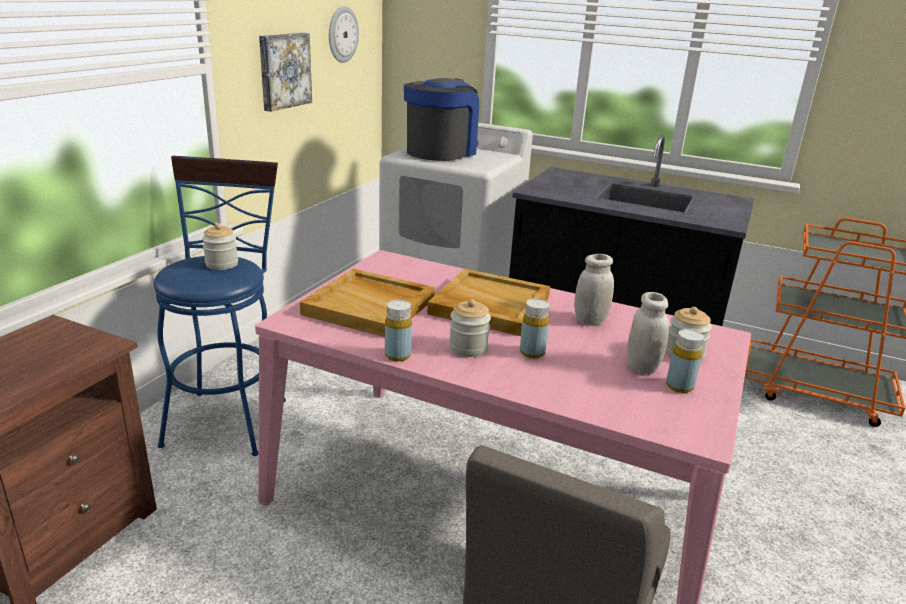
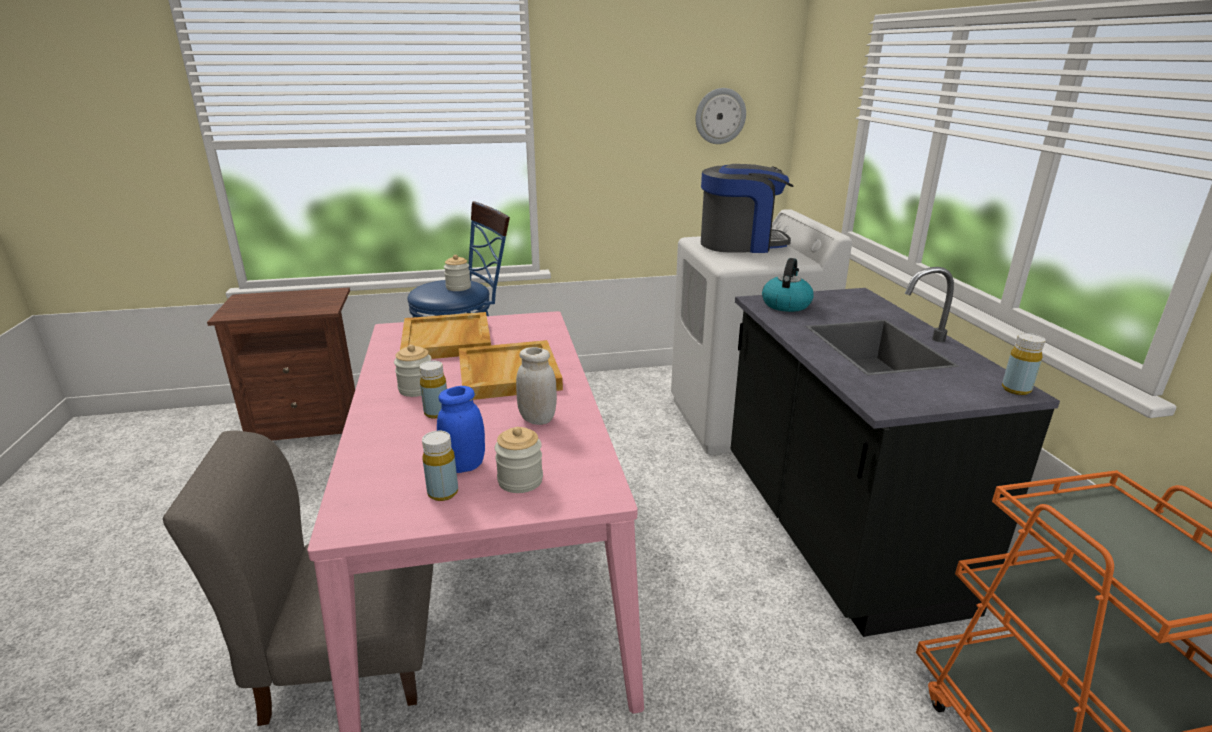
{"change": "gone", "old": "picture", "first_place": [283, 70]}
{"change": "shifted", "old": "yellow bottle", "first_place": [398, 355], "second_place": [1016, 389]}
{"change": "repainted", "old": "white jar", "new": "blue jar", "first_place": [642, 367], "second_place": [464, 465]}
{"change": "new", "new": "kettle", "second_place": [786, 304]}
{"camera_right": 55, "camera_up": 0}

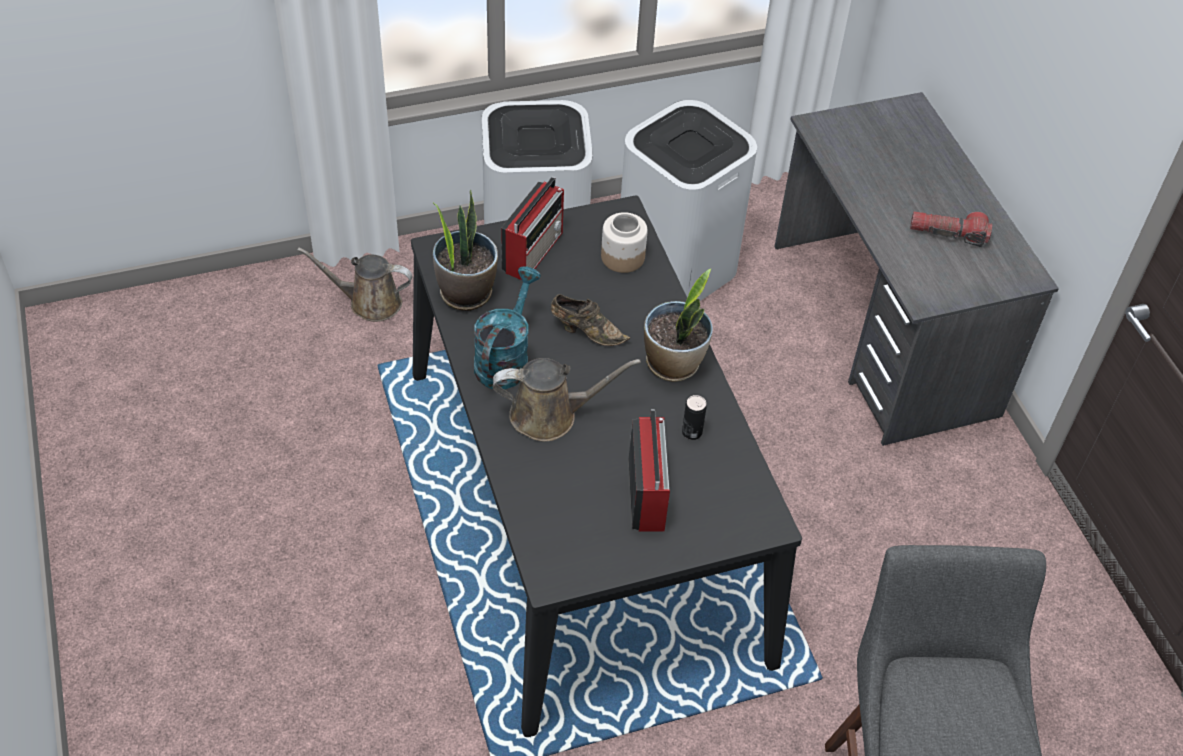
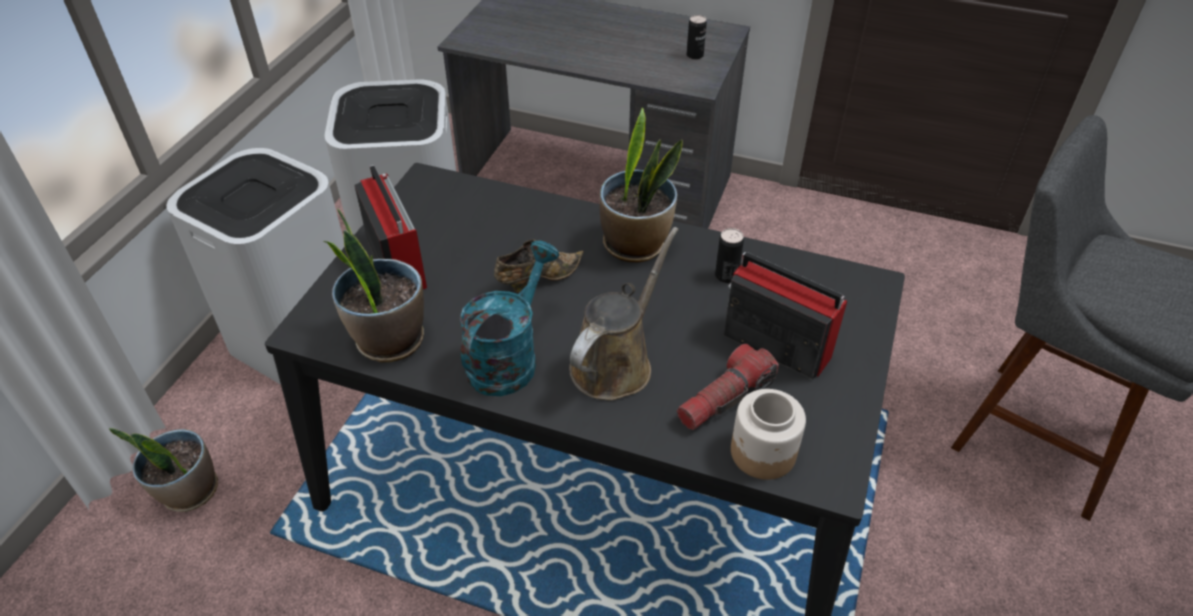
{"change": "swapped", "old": "brown watering can", "new": "potted plant", "first_place": [369, 302], "second_place": [189, 492]}
{"change": "rotated", "old": "turquoise watering can", "first_place": [505, 358], "second_place": [508, 357], "degrees": 60}
{"change": "shifted", "old": "jar", "first_place": [622, 257], "second_place": [762, 453]}
{"change": "shifted", "old": "flashlight", "first_place": [948, 234], "second_place": [725, 398]}
{"change": "new", "new": "can", "second_place": [694, 55]}
{"camera_right": -50, "camera_up": -5}

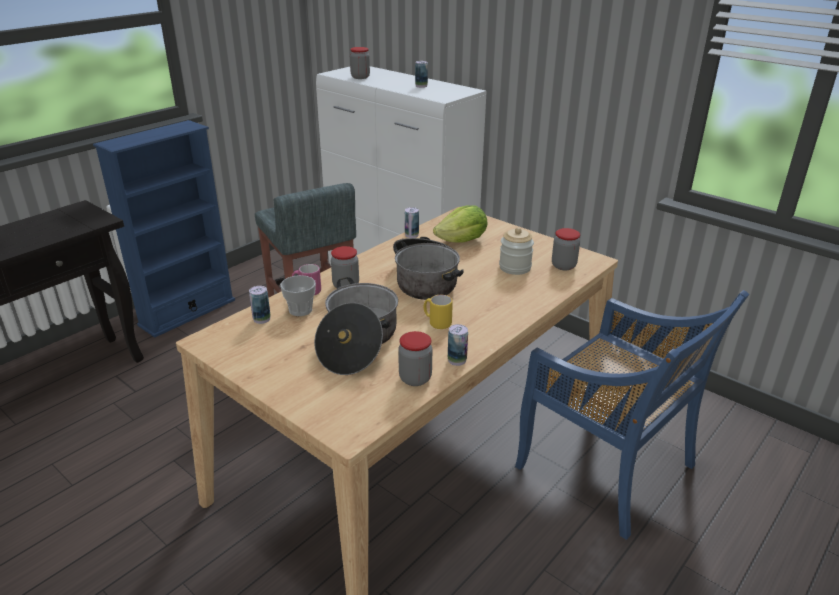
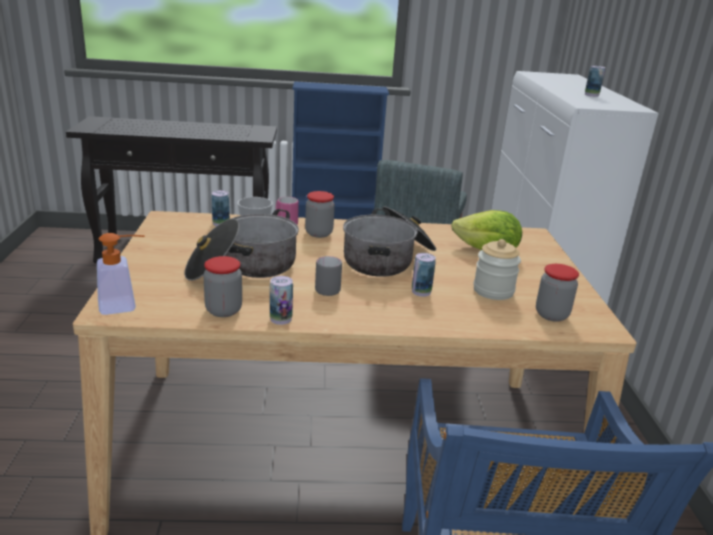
{"change": "gone", "old": "jar", "first_place": [360, 77]}
{"change": "shifted", "old": "can", "first_place": [411, 235], "second_place": [421, 292]}
{"change": "repainted", "old": "yellow mug", "new": "grey mug", "first_place": [437, 323], "second_place": [327, 288]}
{"change": "new", "new": "soap dispenser", "second_place": [125, 305]}
{"camera_right": 45, "camera_up": -5}

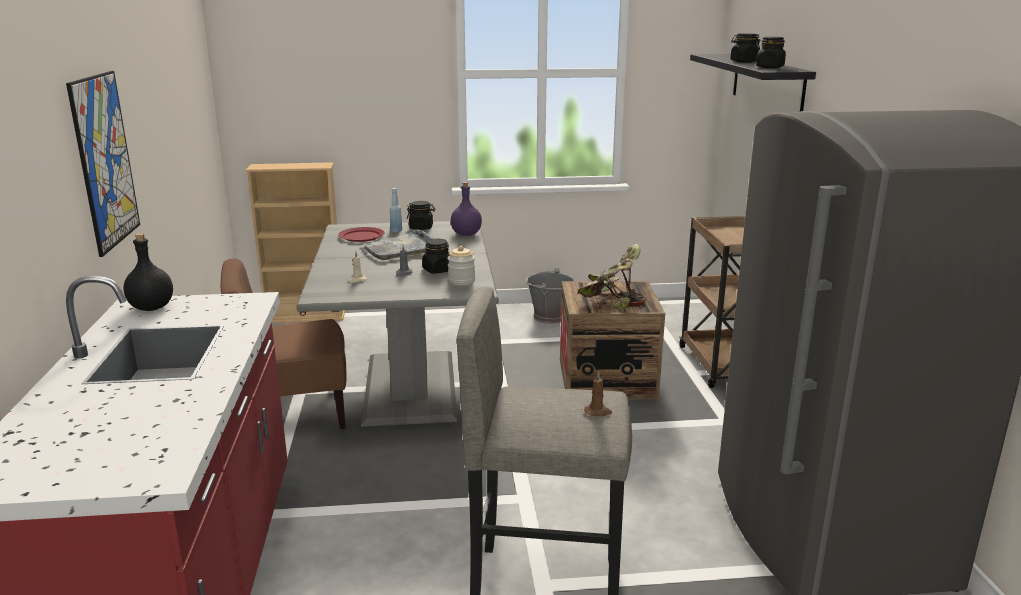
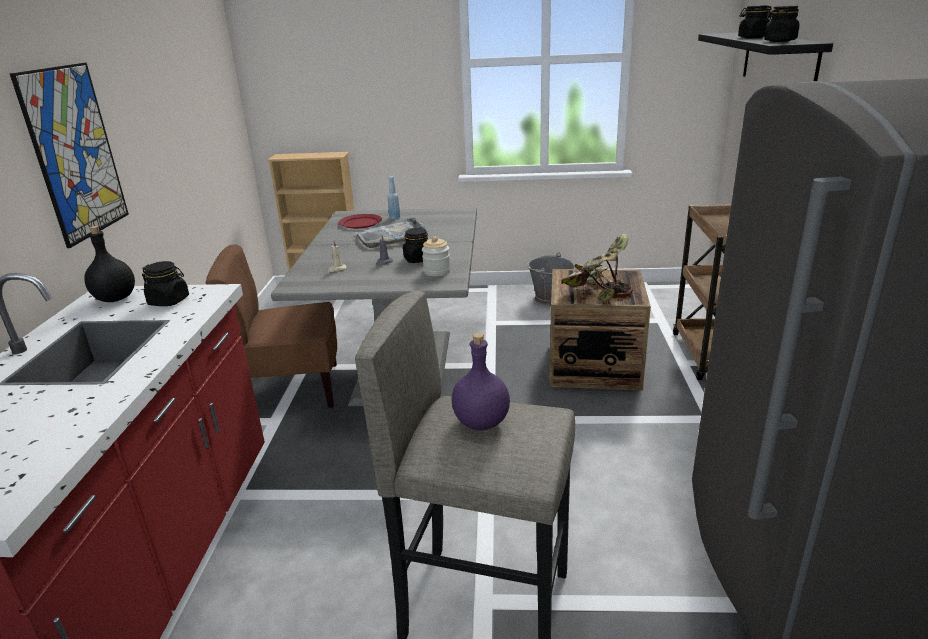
{"change": "shifted", "old": "black jar", "first_place": [421, 227], "second_place": [169, 301]}
{"change": "shifted", "old": "purple bottle", "first_place": [466, 234], "second_place": [481, 422]}
{"change": "gone", "old": "brown candle", "first_place": [598, 412]}
{"camera_right": 10, "camera_up": 5}

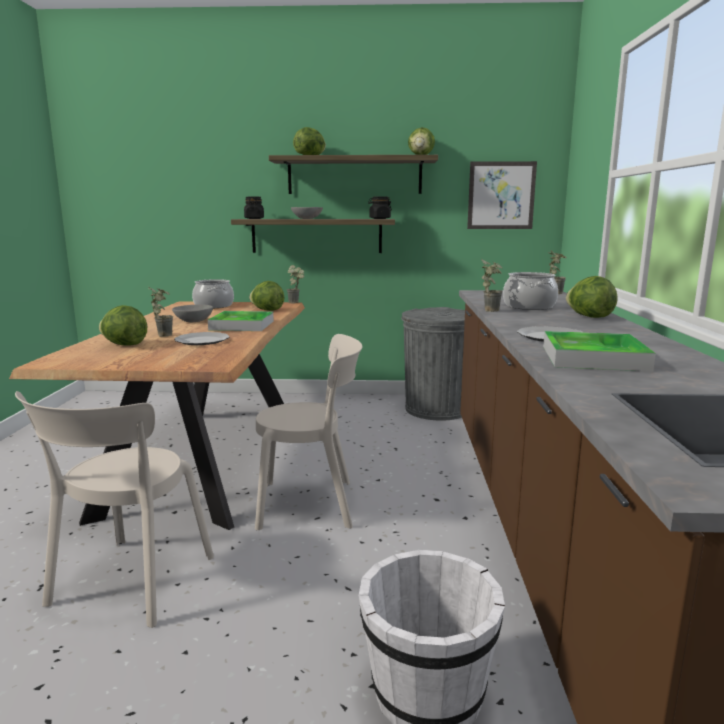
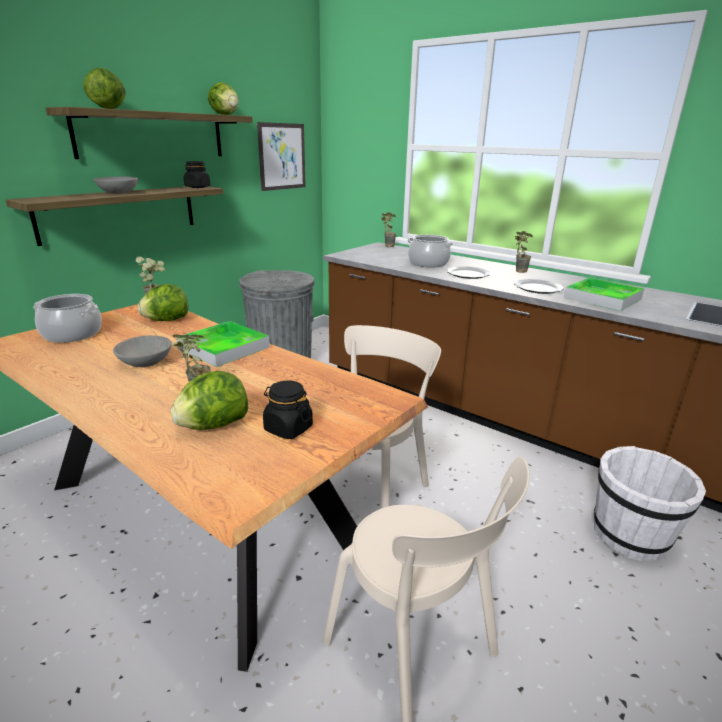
{"change": "shifted", "old": "plate", "first_place": [203, 341], "second_place": [468, 274]}
{"change": "shifted", "old": "black jar", "first_place": [254, 218], "second_place": [288, 428]}
{"change": "shifted", "old": "potted plant", "first_place": [490, 310], "second_place": [517, 271]}
{"change": "gone", "old": "lettuce", "first_place": [589, 317]}
{"camera_right": -55, "camera_up": 10}

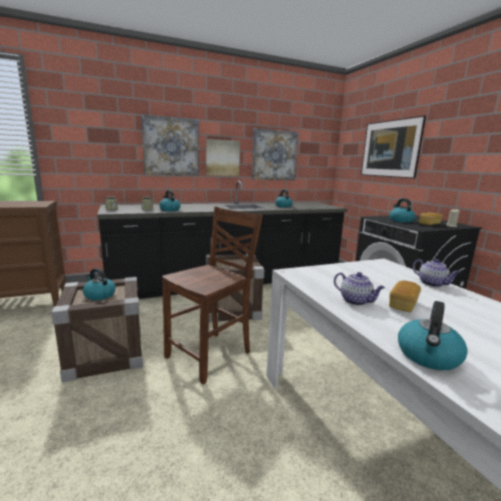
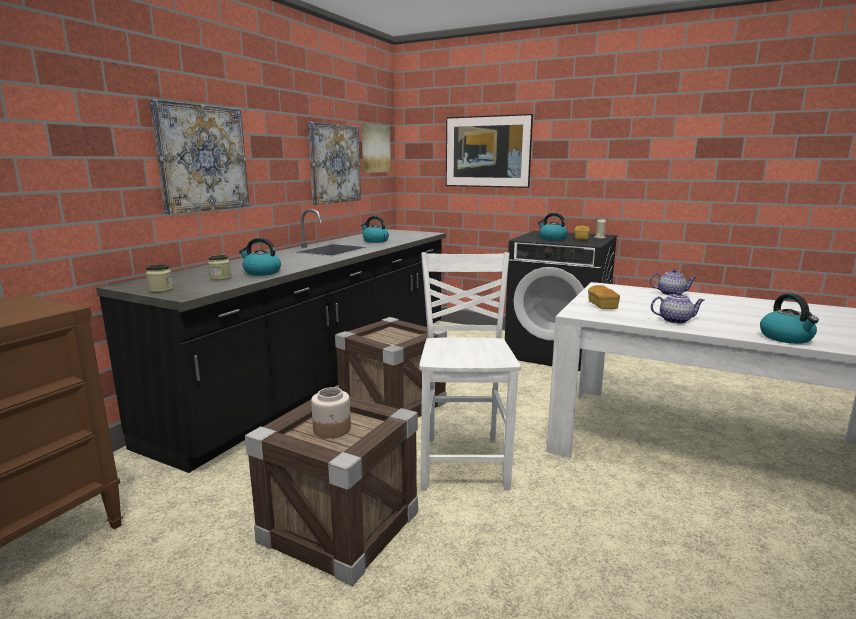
{"change": "swapped", "old": "kettle", "new": "jar", "first_place": [99, 295], "second_place": [332, 429]}
{"change": "repainted", "old": "brown chair", "new": "white chair", "first_place": [211, 355], "second_place": [464, 461]}
{"change": "shifted", "old": "picture", "first_place": [222, 158], "second_place": [375, 148]}
{"change": "shifted", "old": "bread", "first_place": [403, 305], "second_place": [602, 306]}
{"camera_right": -40, "camera_up": 0}

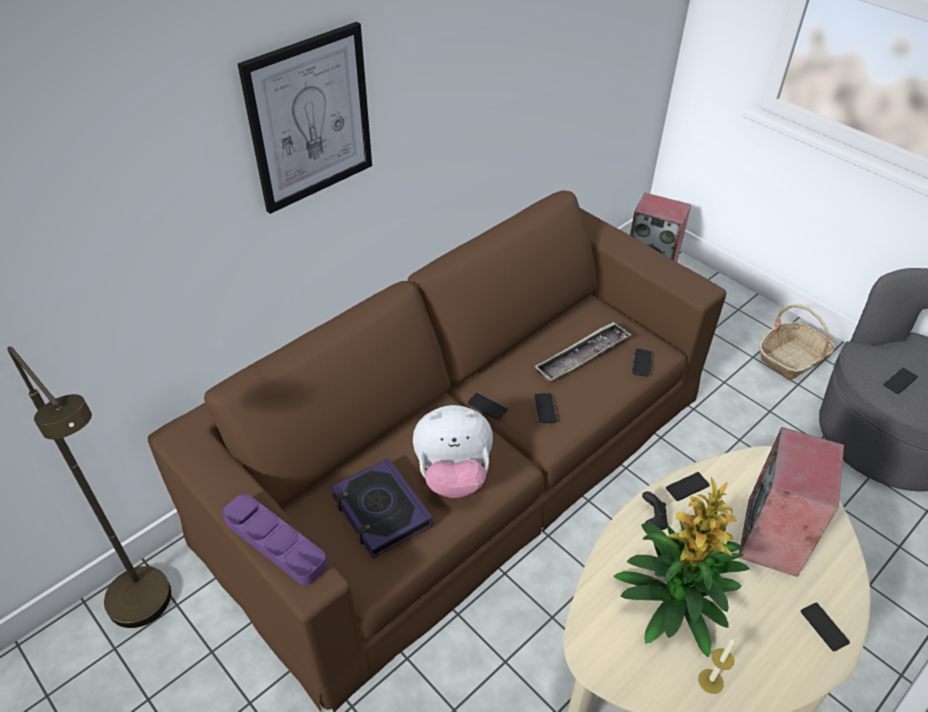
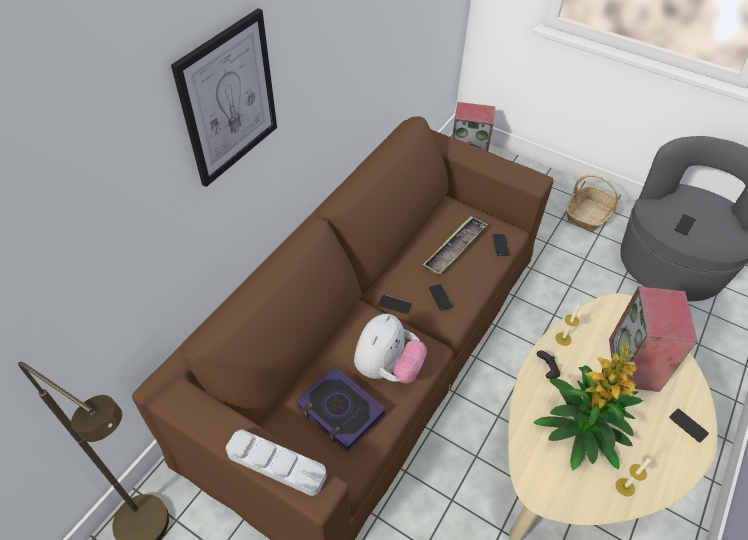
{"change": "repainted", "old": "purple tray", "new": "grey tray", "first_place": [275, 542], "second_place": [276, 464]}
{"change": "rotated", "old": "plush toy", "first_place": [453, 475], "second_place": [387, 368], "degrees": -45}
{"change": "swapped", "old": "phone", "new": "candle", "first_place": [687, 487], "second_place": [563, 339]}
{"camera_right": -15, "camera_up": 5}

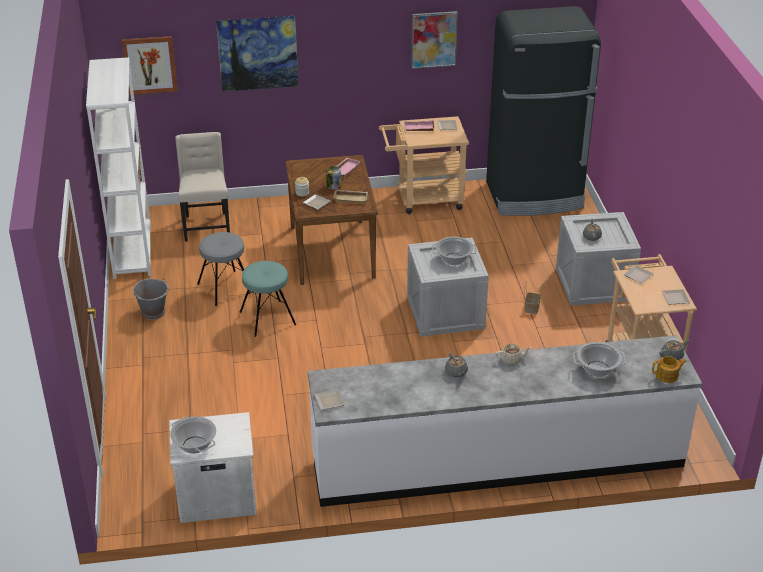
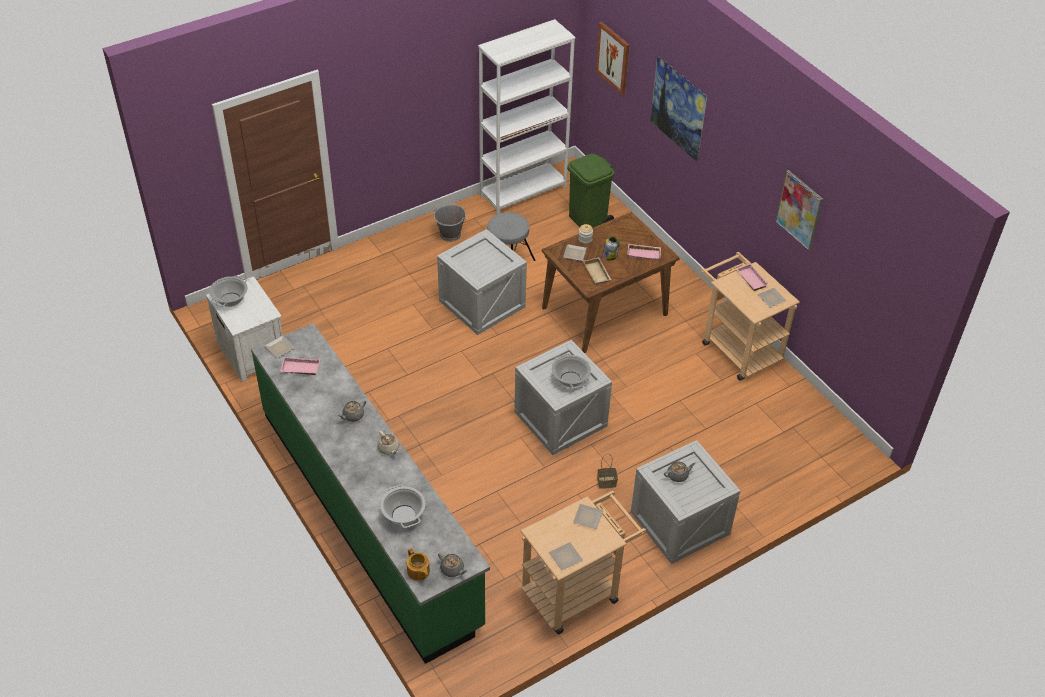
{"change": "swapped", "old": "beige chair", "new": "green trash can", "first_place": [206, 226], "second_place": [588, 219]}
{"change": "swapped", "old": "turquoise stool", "new": "crate", "first_place": [267, 318], "second_place": [482, 304]}
{"change": "repainted", "old": "white counter", "new": "green counter", "first_place": [497, 461], "second_place": [369, 516]}
{"change": "gone", "old": "black fridge", "first_place": [535, 196]}
{"change": "new", "new": "pink tray", "second_place": [300, 369]}
{"camera_right": 65, "camera_up": 10}

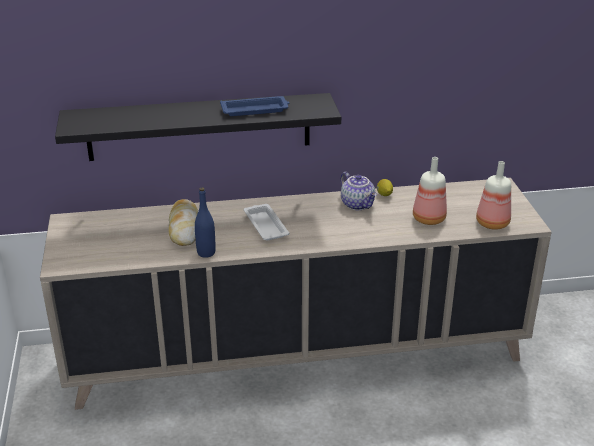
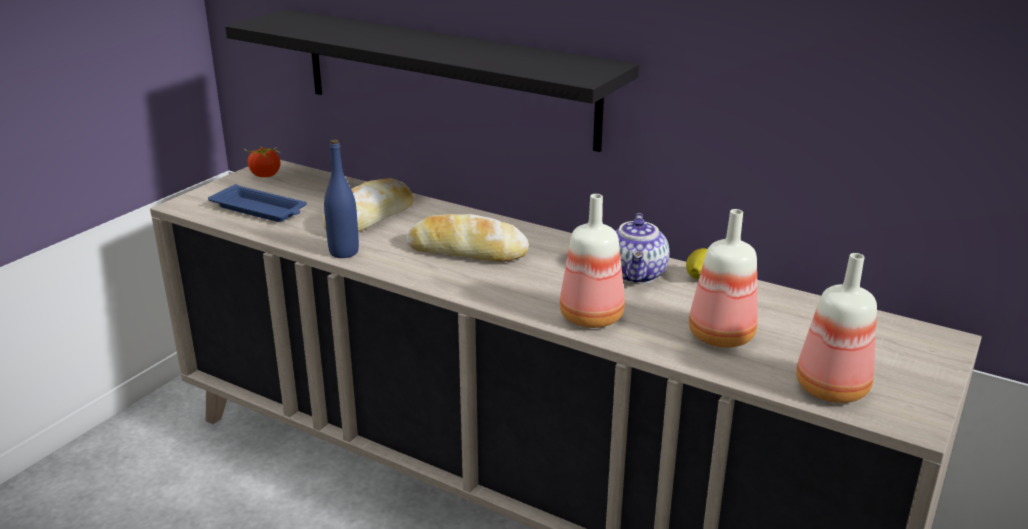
{"change": "shifted", "old": "blue tray", "first_place": [255, 110], "second_place": [260, 210]}
{"change": "swapped", "old": "white tray", "new": "bread", "first_place": [265, 225], "second_place": [467, 251]}
{"change": "new", "new": "tomato", "second_place": [265, 175]}
{"change": "new", "new": "bottle", "second_place": [591, 316]}
{"camera_right": 40, "camera_up": -5}

